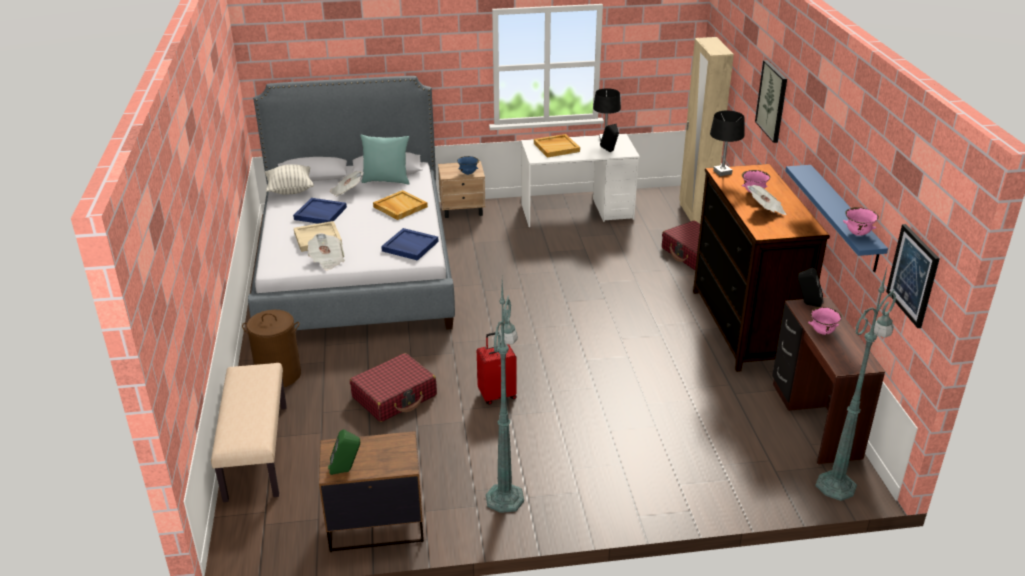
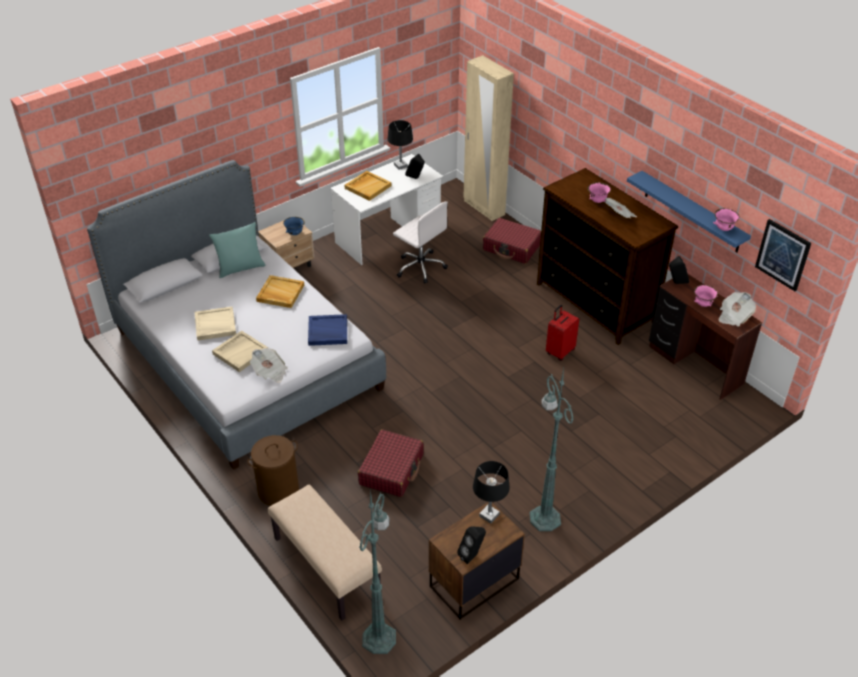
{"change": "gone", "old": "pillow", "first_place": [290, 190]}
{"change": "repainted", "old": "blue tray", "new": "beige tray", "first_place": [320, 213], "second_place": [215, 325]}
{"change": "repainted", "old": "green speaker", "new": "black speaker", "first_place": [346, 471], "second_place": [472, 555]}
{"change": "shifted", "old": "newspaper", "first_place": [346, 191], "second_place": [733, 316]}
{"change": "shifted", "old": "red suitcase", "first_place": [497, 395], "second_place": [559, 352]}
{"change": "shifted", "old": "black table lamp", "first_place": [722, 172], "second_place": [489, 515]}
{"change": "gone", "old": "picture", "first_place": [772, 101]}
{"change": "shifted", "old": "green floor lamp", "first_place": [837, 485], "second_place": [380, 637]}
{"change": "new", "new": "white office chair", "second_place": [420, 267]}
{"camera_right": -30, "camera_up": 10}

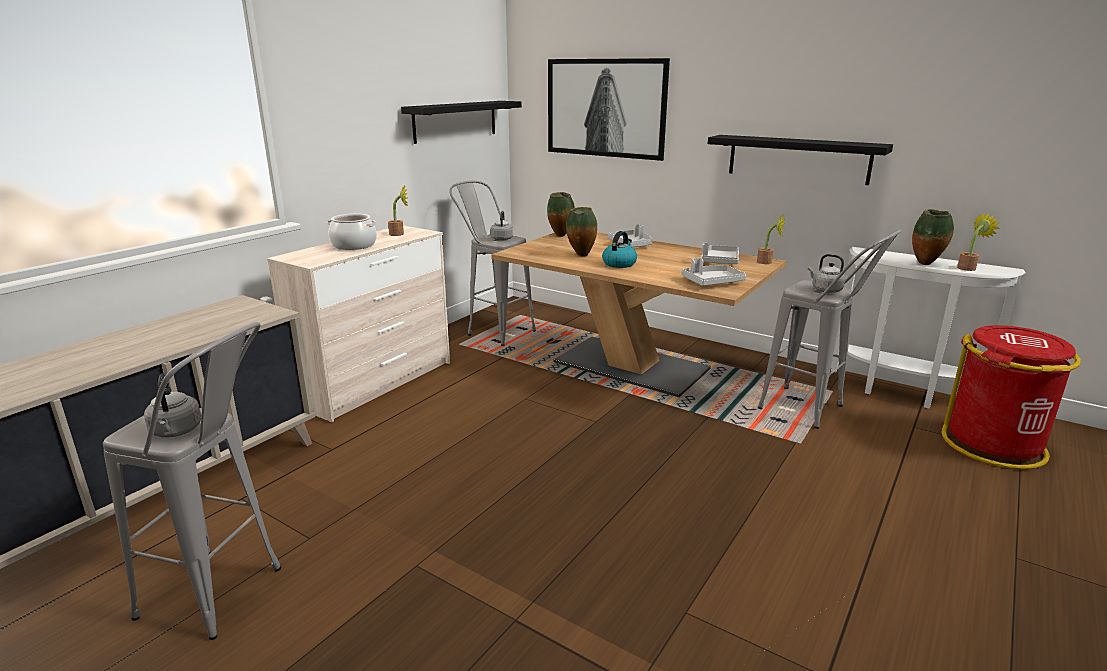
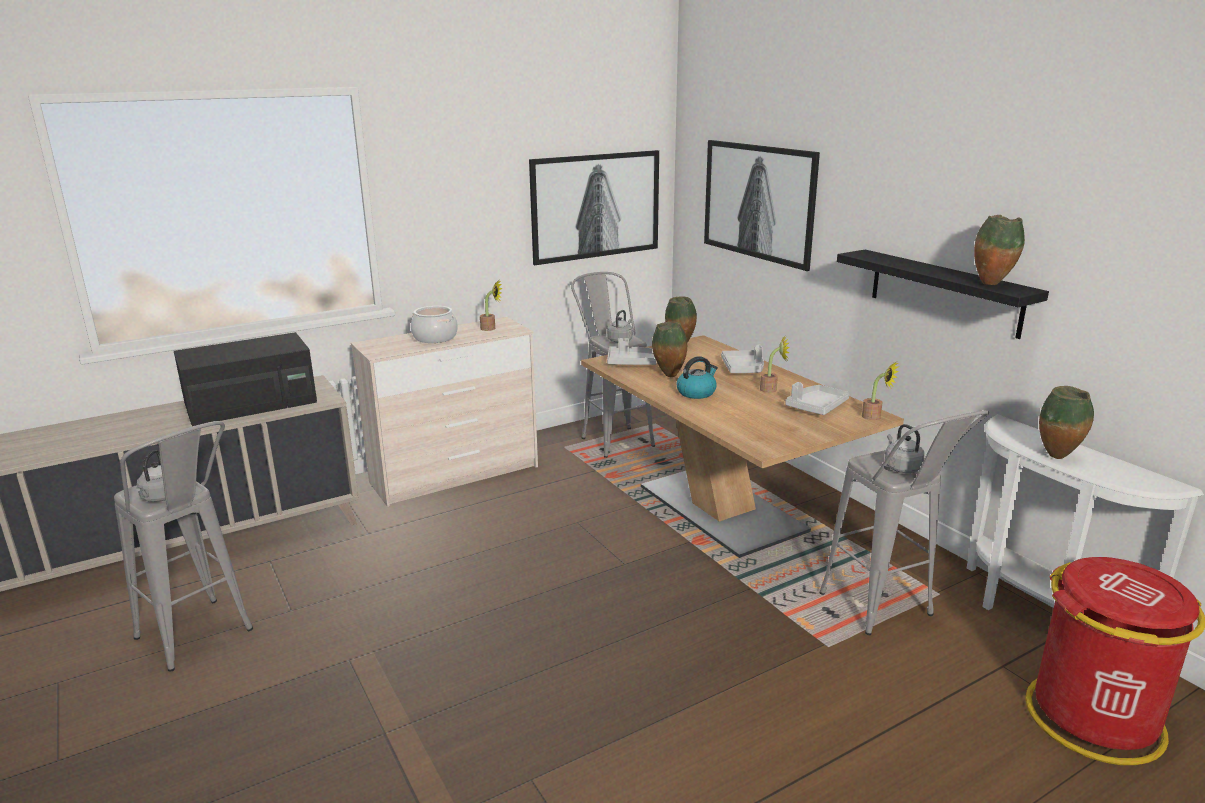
{"change": "swapped", "old": "black shelf", "new": "picture", "first_place": [455, 121], "second_place": [596, 206]}
{"change": "shifted", "old": "grey tray", "first_place": [712, 282], "second_place": [631, 363]}
{"change": "shifted", "old": "potted plant", "first_place": [968, 268], "second_place": [771, 389]}
{"change": "new", "new": "black microwave", "second_place": [252, 402]}
{"change": "new", "new": "vase", "second_place": [992, 284]}
{"camera_right": 25, "camera_up": 0}

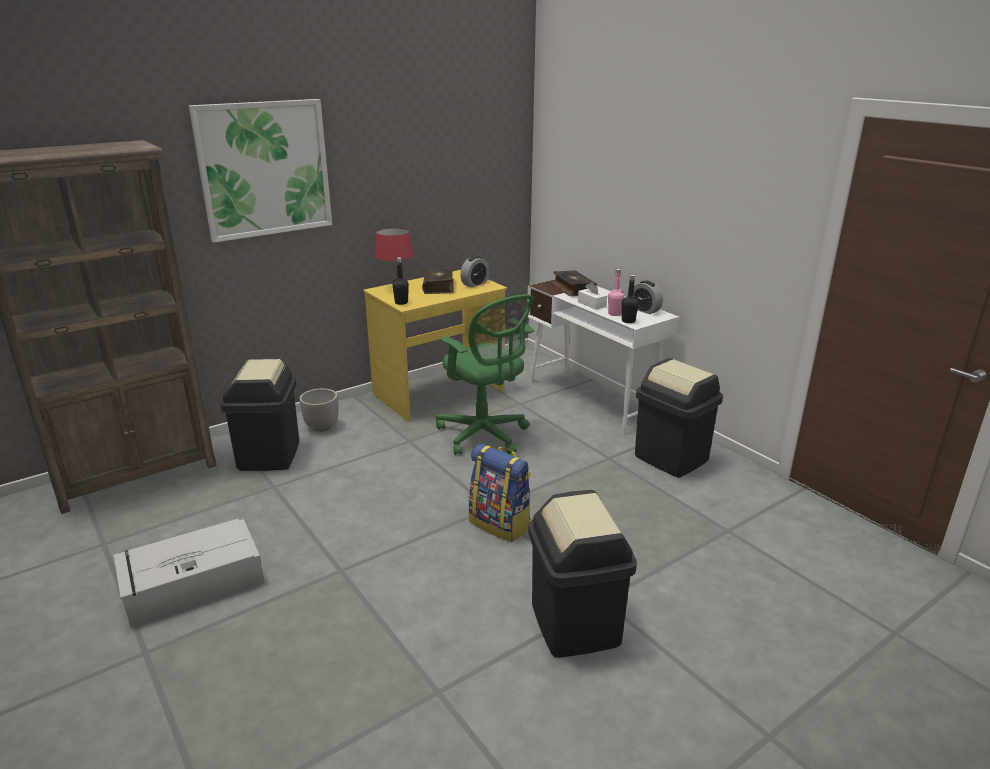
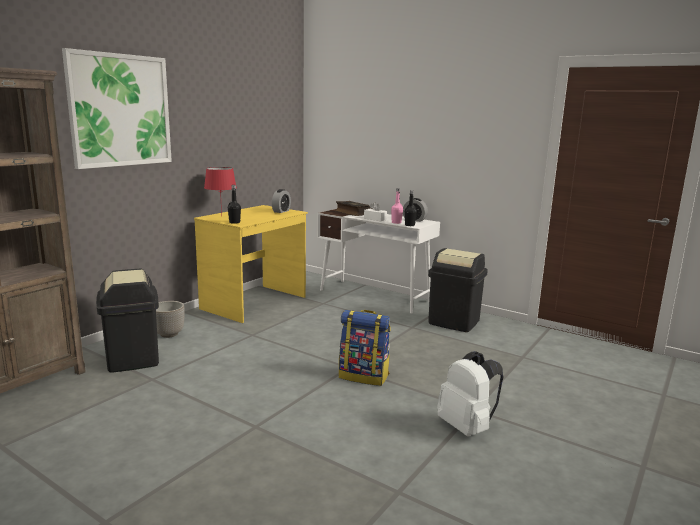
{"change": "gone", "old": "grey storage box", "first_place": [191, 584]}
{"change": "gone", "old": "book", "first_place": [439, 286]}
{"change": "gone", "old": "green office chair", "first_place": [484, 436]}
{"change": "swapped", "old": "black trash can", "new": "white backpack", "first_place": [576, 624], "second_place": [467, 427]}
{"camera_right": -20, "camera_up": -10}

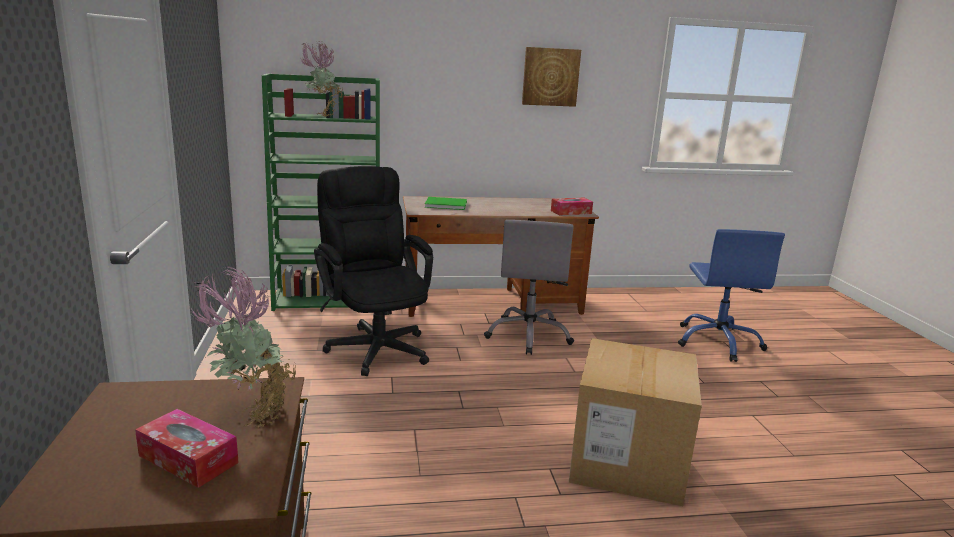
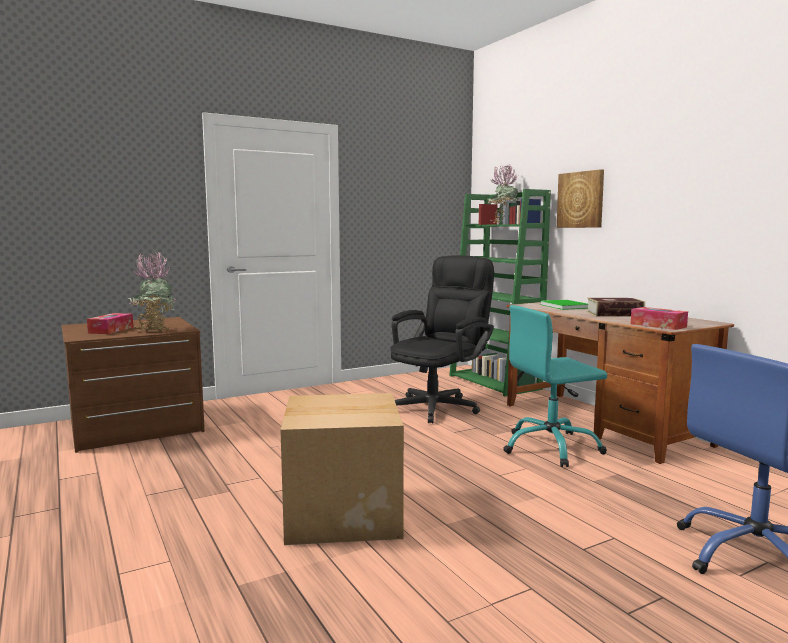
{"change": "repainted", "old": "grey office chair", "new": "turquoise office chair", "first_place": [529, 335], "second_place": [551, 447]}
{"change": "shifted", "old": "picture", "first_place": [550, 77], "second_place": [581, 200]}
{"change": "new", "new": "book", "second_place": [614, 314]}
{"camera_right": 70, "camera_up": -10}

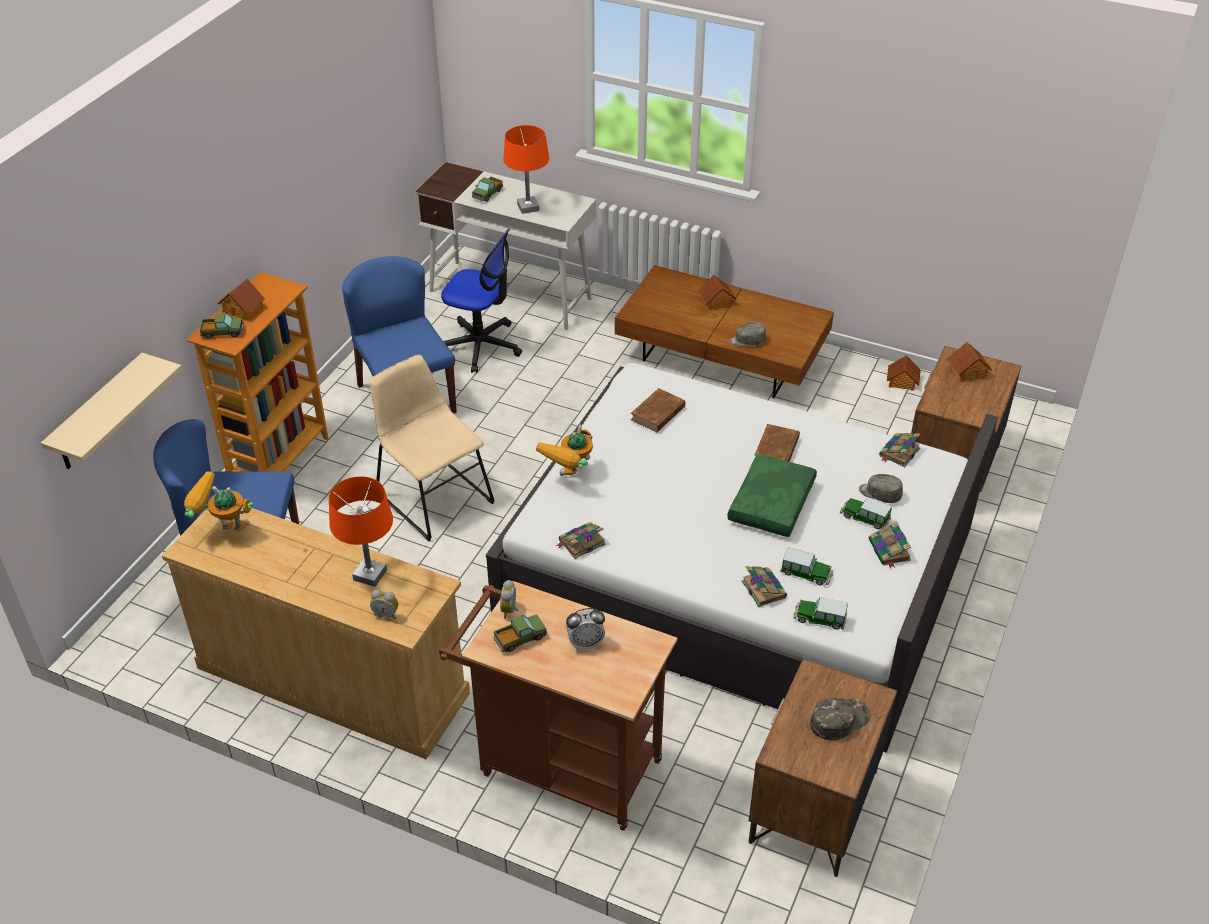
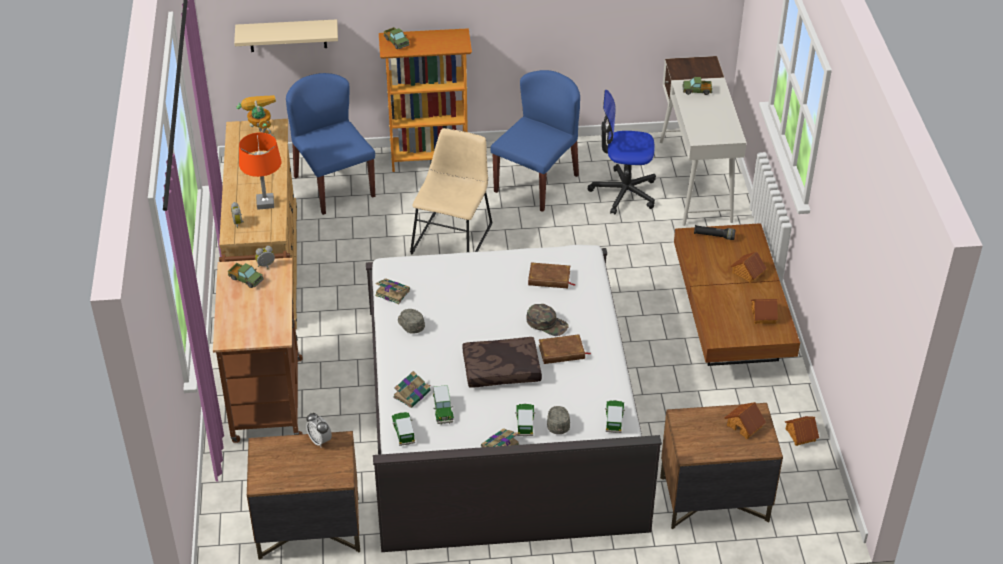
{"change": "shifted", "old": "toy house", "first_place": [243, 309], "second_place": [763, 315]}
{"change": "rotated", "old": "office chair", "first_place": [481, 346], "second_place": [623, 192], "degrees": 105}
{"change": "gone", "old": "orange table lamp", "first_place": [528, 207]}
{"change": "gone", "old": "toy robot", "first_place": [570, 478]}
{"change": "shifted", "old": "alarm clock", "first_place": [585, 643], "second_place": [320, 440]}
{"change": "repainted", "old": "green pillow", "new": "brown pillow", "first_place": [772, 504], "second_place": [501, 370]}
{"change": "shifted", "old": "grey cap", "first_place": [747, 341], "second_place": [410, 324]}
{"change": "shifted", "old": "green cap", "first_place": [839, 719], "second_place": [547, 323]}
{"change": "swapped", "old": "book", "new": "toy car", "first_place": [899, 453], "second_place": [614, 419]}
{"change": "new", "new": "black flashlight", "second_place": [714, 236]}
{"camera_right": 60, "camera_up": 0}

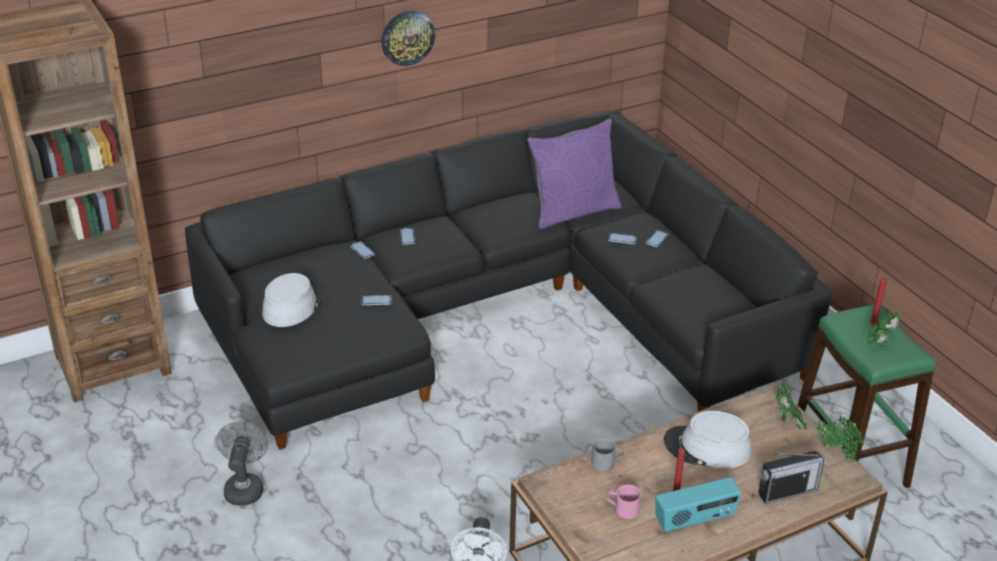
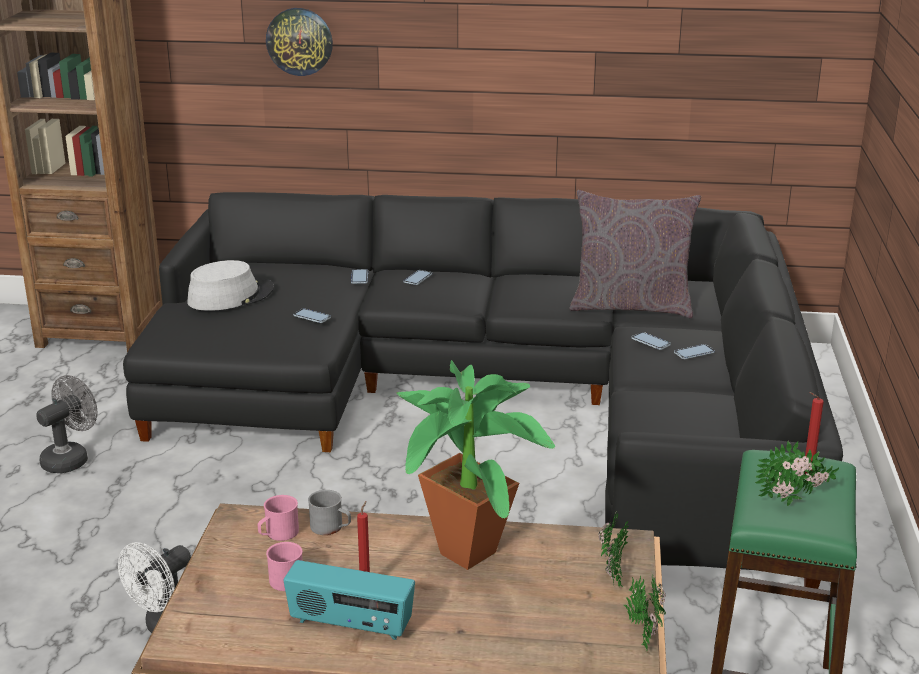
{"change": "shifted", "old": "wall clock", "first_place": [407, 37], "second_place": [299, 41]}
{"change": "repainted", "old": "purple pillow", "new": "grey pillow", "first_place": [573, 211], "second_place": [631, 306]}
{"change": "swapped", "old": "grey hat", "new": "potted plant", "first_place": [707, 448], "second_place": [471, 560]}
{"change": "gone", "old": "radio", "first_place": [787, 492]}
{"change": "new", "new": "pink mug", "second_place": [278, 534]}
{"camera_right": 35, "camera_up": -10}

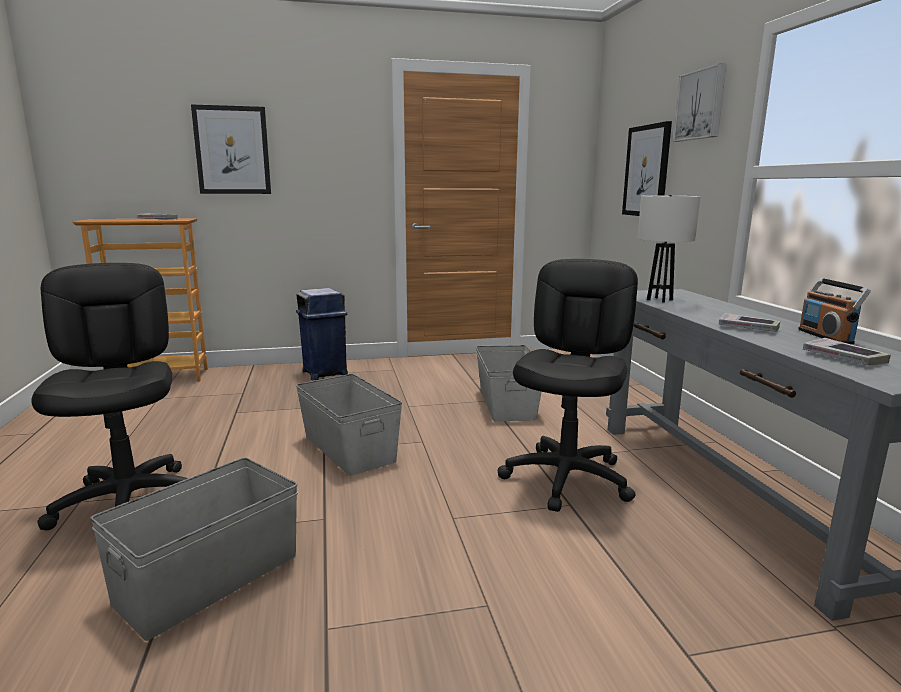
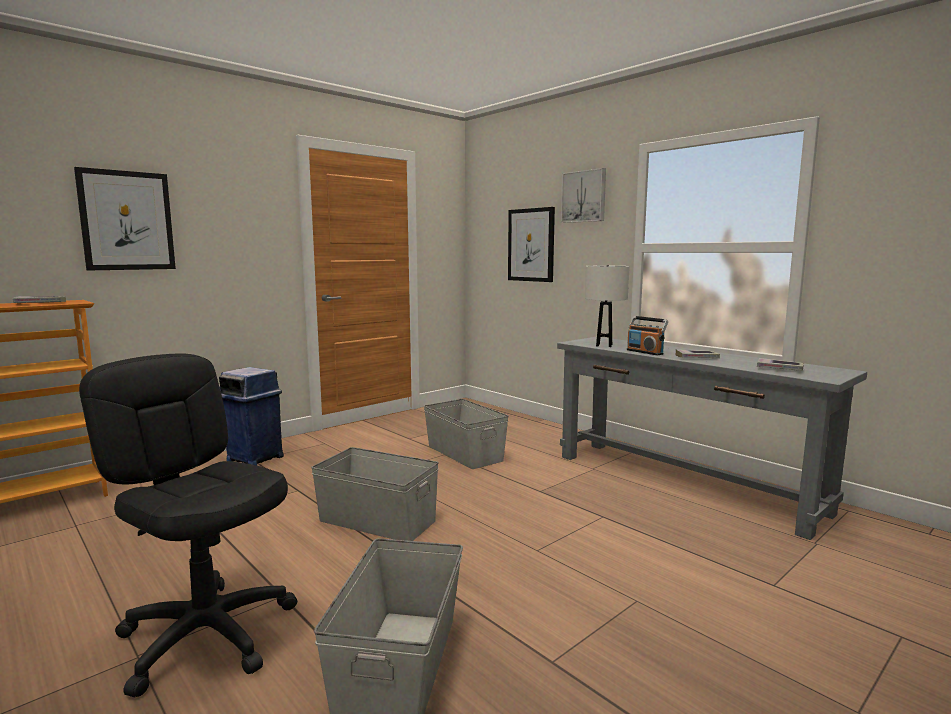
{"change": "gone", "old": "black office chair", "first_place": [567, 479]}
{"change": "shifted", "old": "radio", "first_place": [826, 336], "second_place": [645, 352]}
{"camera_right": -30, "camera_up": -5}

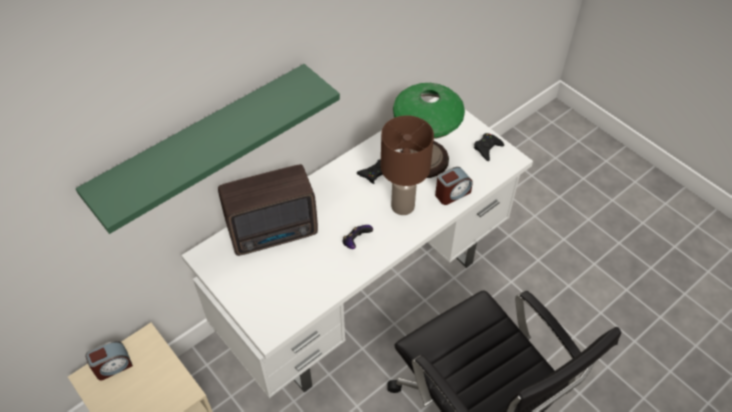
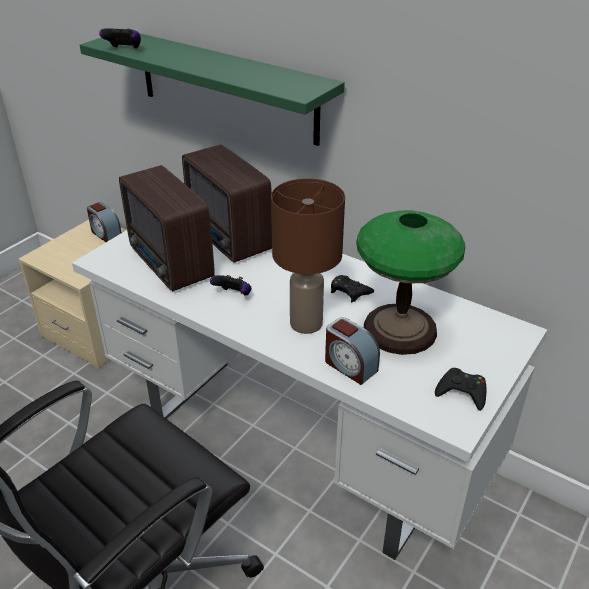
{"change": "new", "new": "game controller", "second_place": [124, 50]}
{"change": "new", "new": "radio", "second_place": [170, 265]}
{"camera_right": 75, "camera_up": -15}

